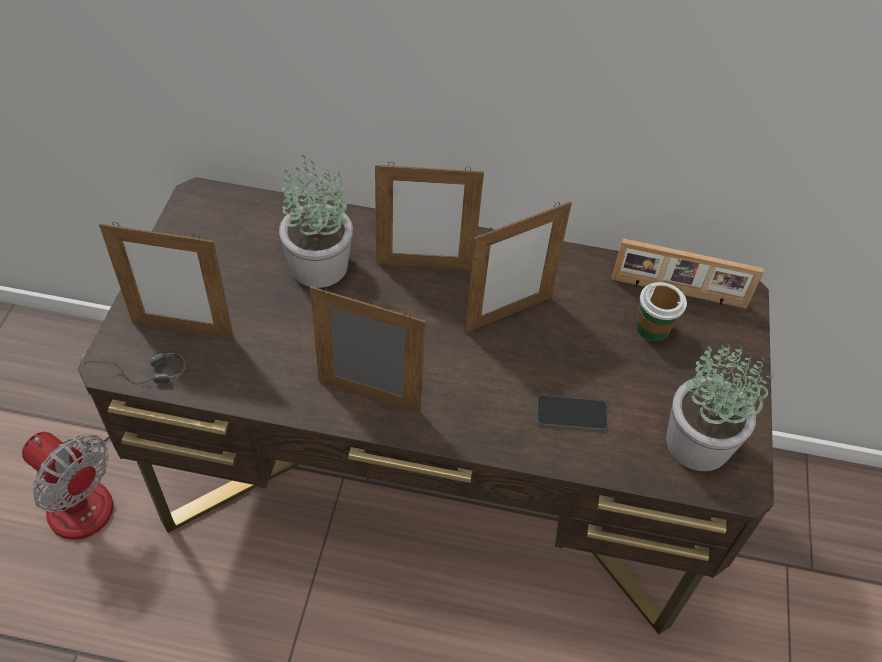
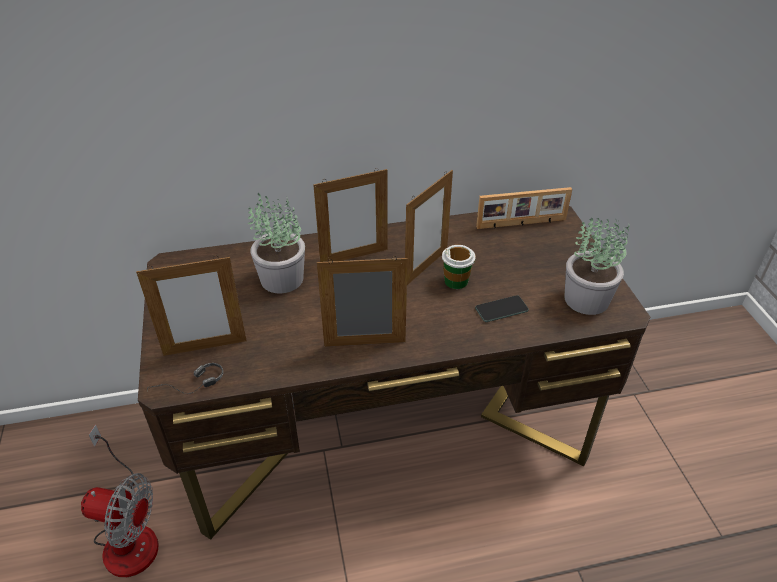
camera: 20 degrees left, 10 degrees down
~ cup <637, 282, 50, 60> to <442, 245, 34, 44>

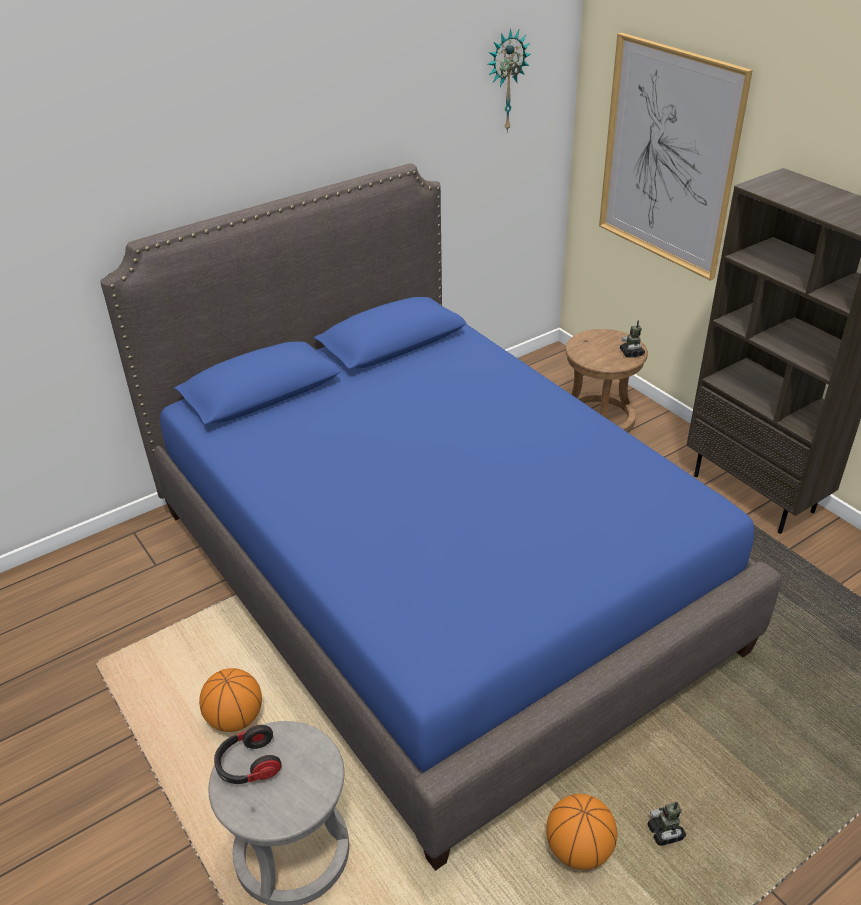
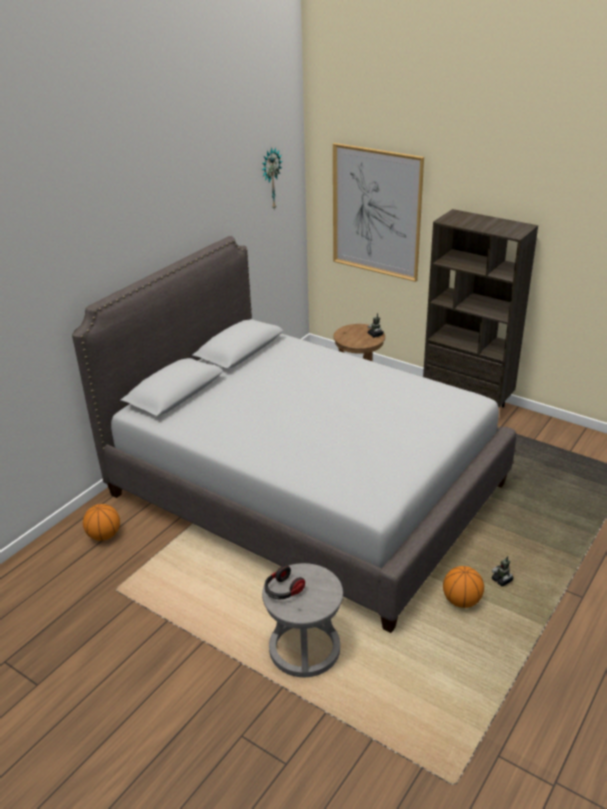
camera: 20 degrees left, 5 degrees down
~ basketball <199, 668, 63, 64> to <83, 504, 37, 37>
~ blue bed <100, 163, 681, 708> to grey bed <72, 236, 444, 397>

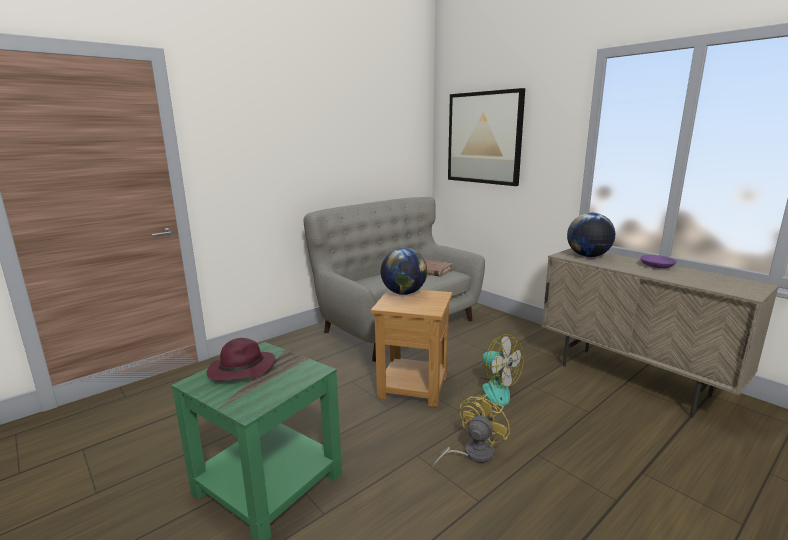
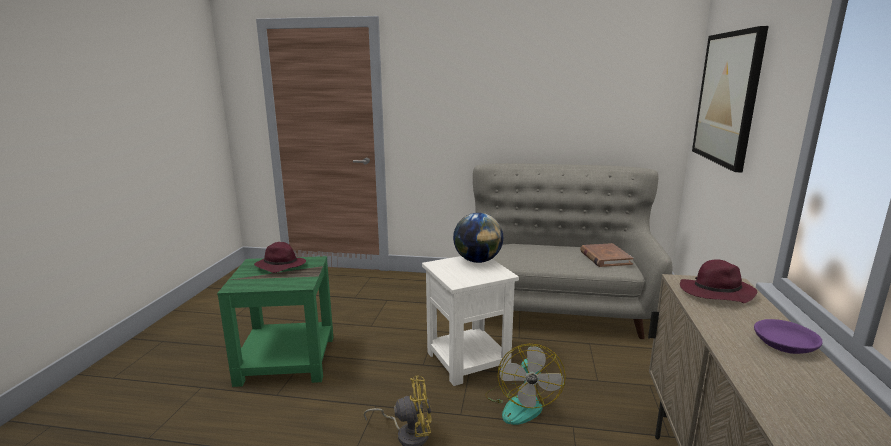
camera: 50 degrees right, 0 degrees up
~ globe <567, 213, 48, 44> to purple hat <680, 260, 77, 43>
~ brown side table <371, 289, 81, 118> to white side table <422, 256, 97, 130>

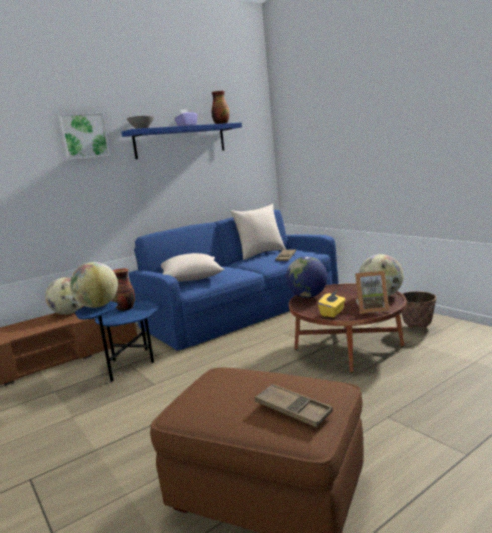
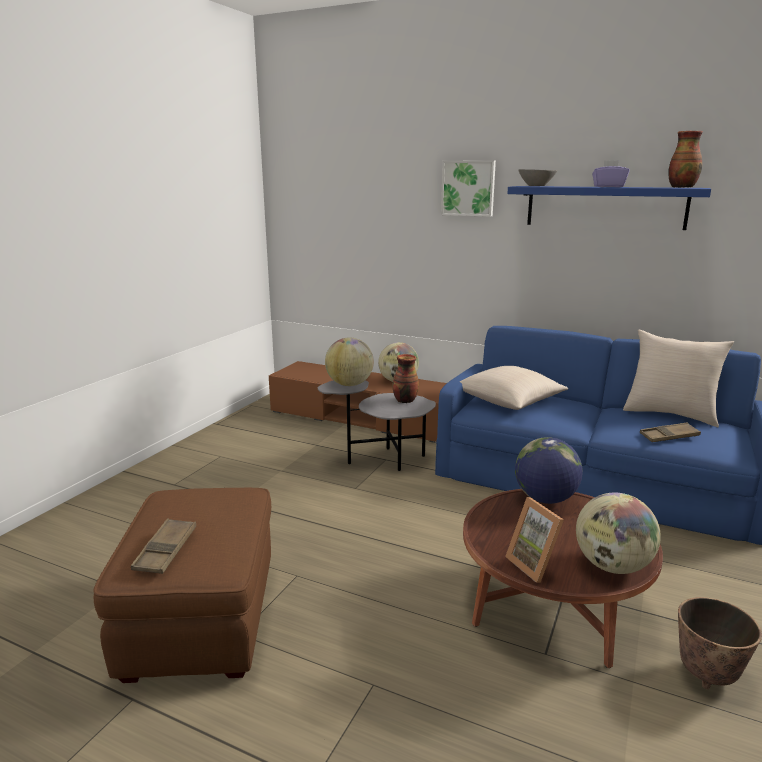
camera: 60 degrees right, 5 degrees up
- yellow tissue box <318, 290, 27, 27>
~ blue side table <75, 301, 83, 81> to grey side table <318, 380, 118, 91>

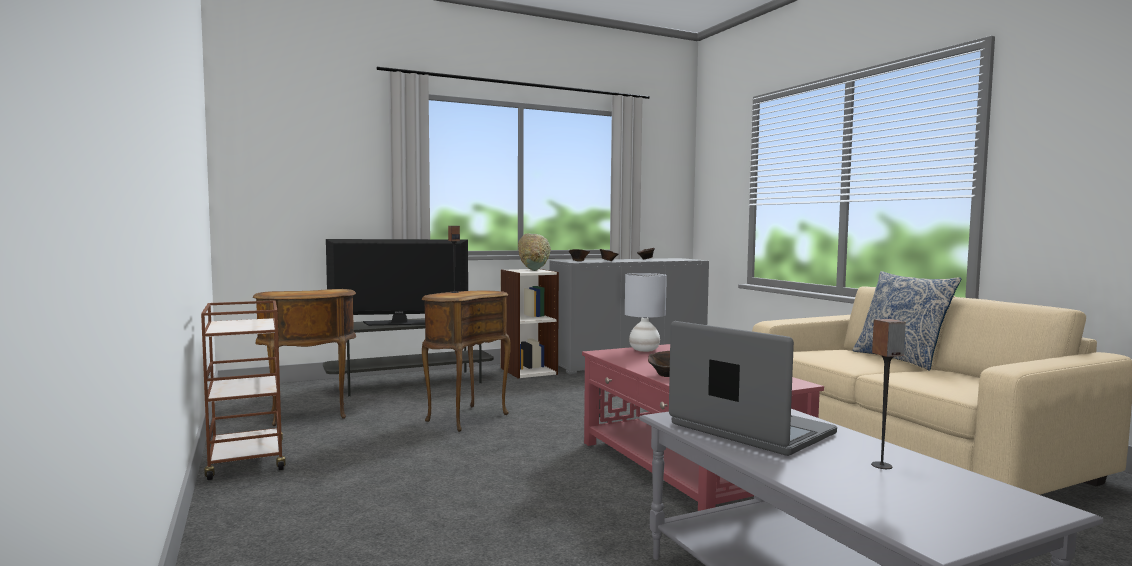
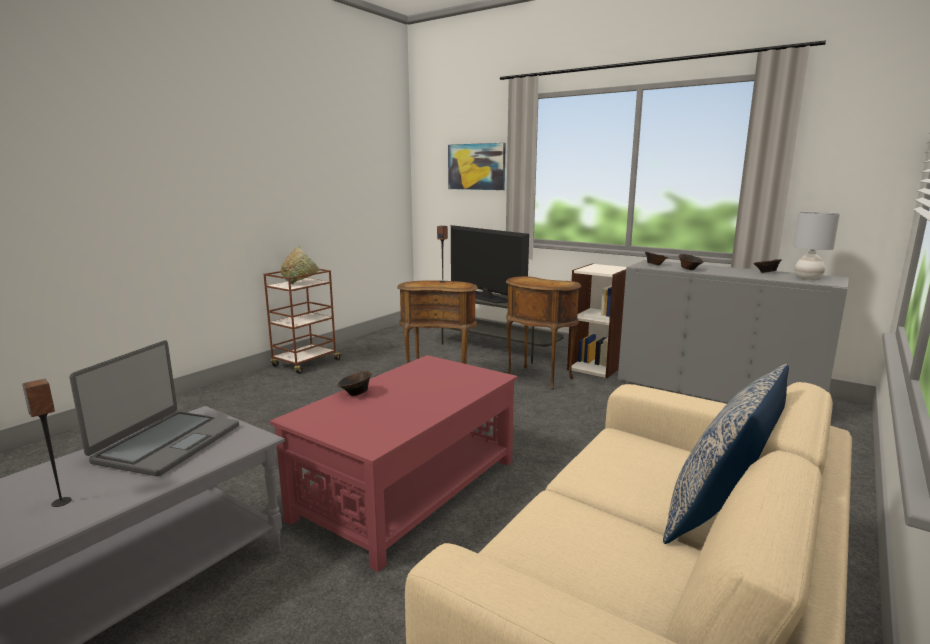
camera: 60 degrees right, 10 degrees up
+ picture <448, 143, 58, 47>
~ brown side table <253, 289, 103, 137> to <506, 276, 76, 114>
~ green bowl <518, 233, 33, 38> to <280, 246, 40, 38>
~ grey table lamp <625, 273, 42, 79> to <793, 212, 47, 67>

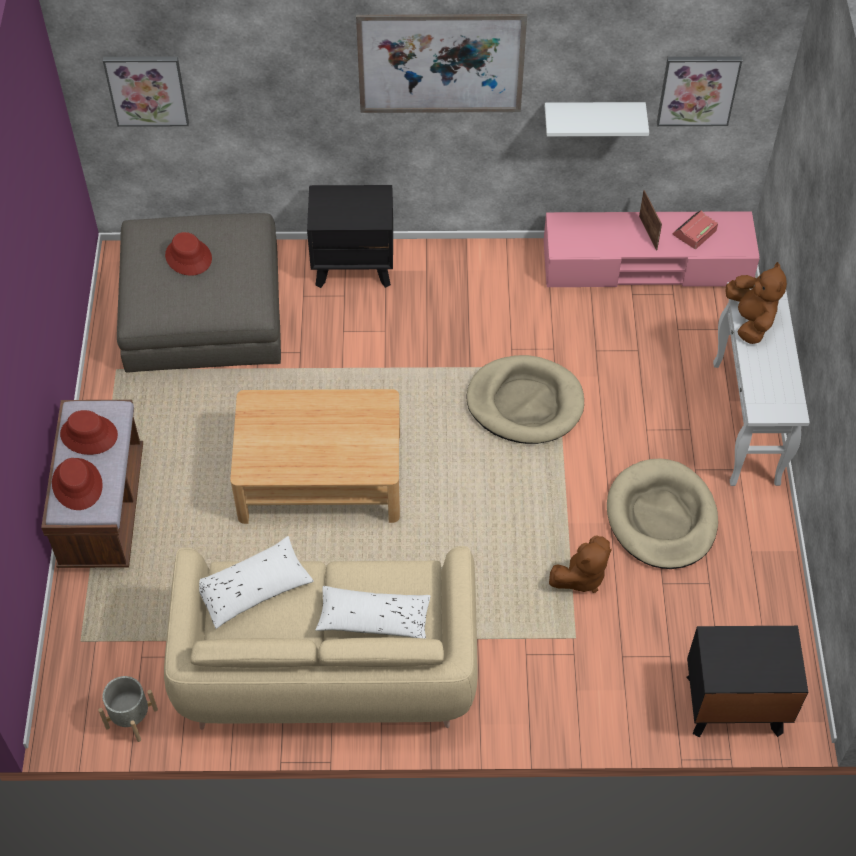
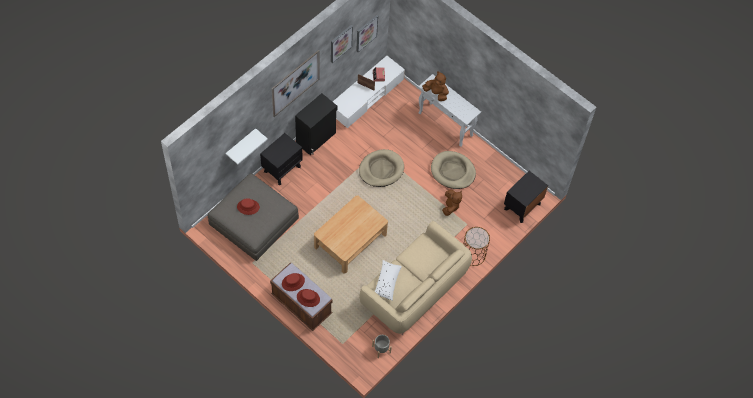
camera: 50 degrees left, 5 degrees up
- white pillow <315, 586, 116, 53>
+ black cabinet <295, 93, 42, 62>
+ brown side table <463, 227, 27, 39>
~ picture <103, 56, 86, 71> to <331, 25, 22, 38>
~ white shelf <545, 102, 104, 34> to <226, 128, 42, 36>
~ pink tv stand <544, 211, 216, 76> to white tv stand <333, 56, 72, 72>

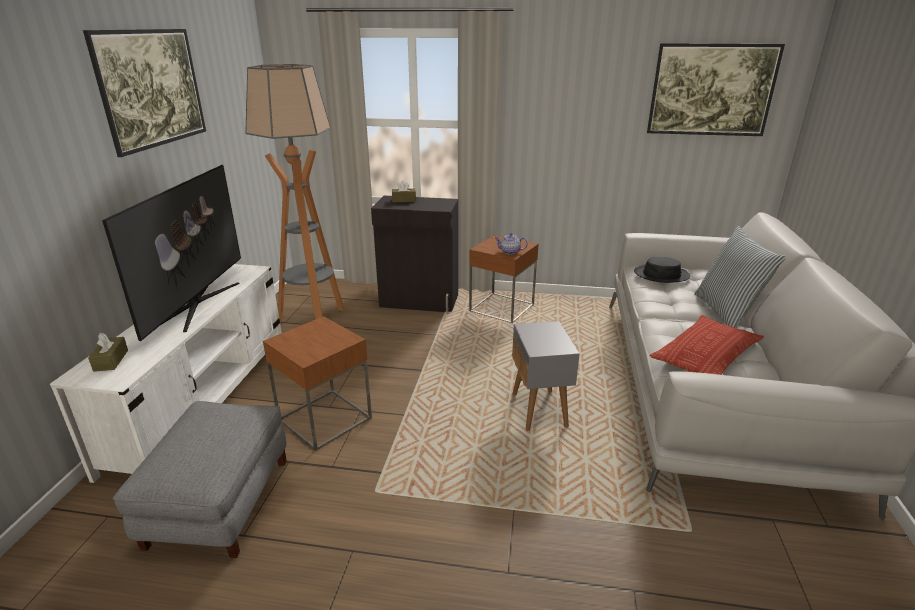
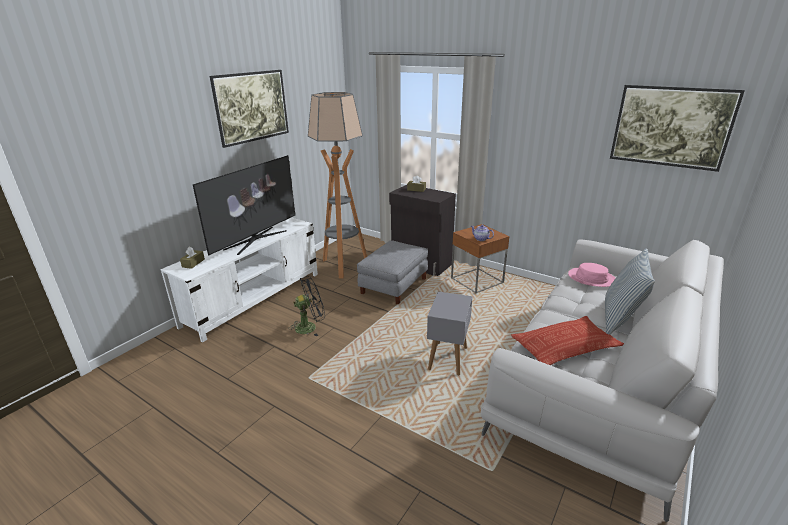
camera: 25 degrees right, 0 degrees up
~ grey ottoman <113, 401, 174, 157> to <357, 240, 71, 64>
~ brown side table <263, 316, 109, 135> to black fan <288, 276, 37, 61>
~ black hat <634, 257, 57, 26> to pink hat <568, 263, 47, 24>

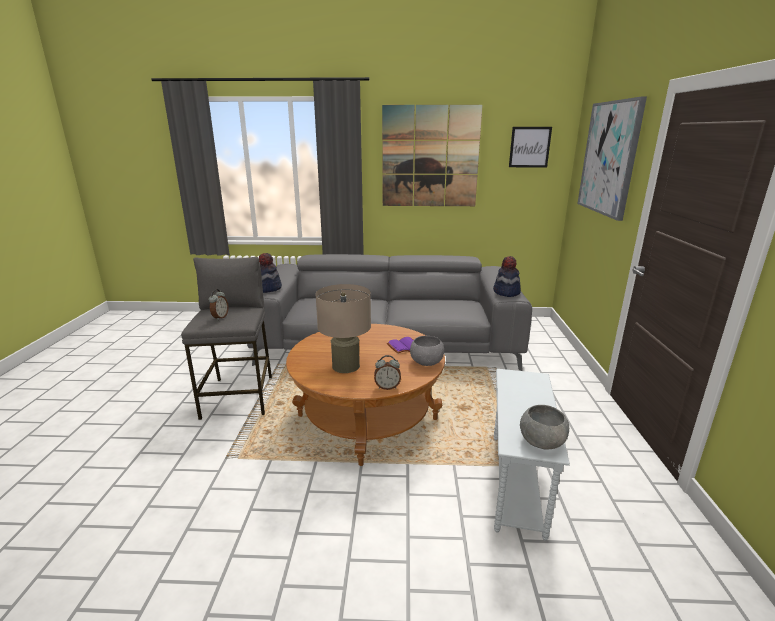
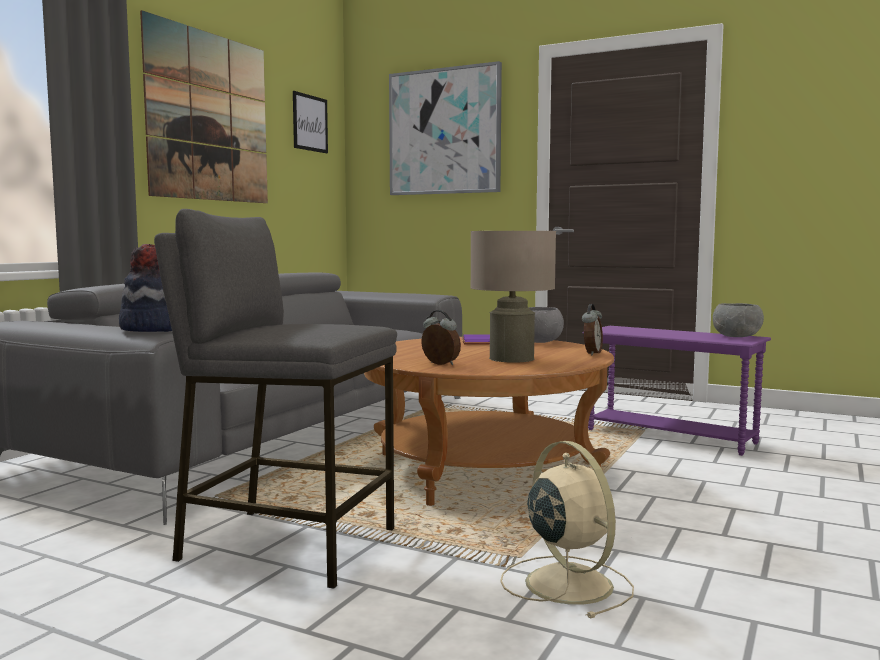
camera: 65 degrees left, 15 degrees down
- hat <493, 256, 28, 41>
+ beige fan <500, 441, 134, 177>
~ alarm clock <209, 289, 20, 31> to <421, 310, 40, 55>
~ white side table <493, 369, 77, 172> to purple side table <583, 326, 188, 130>

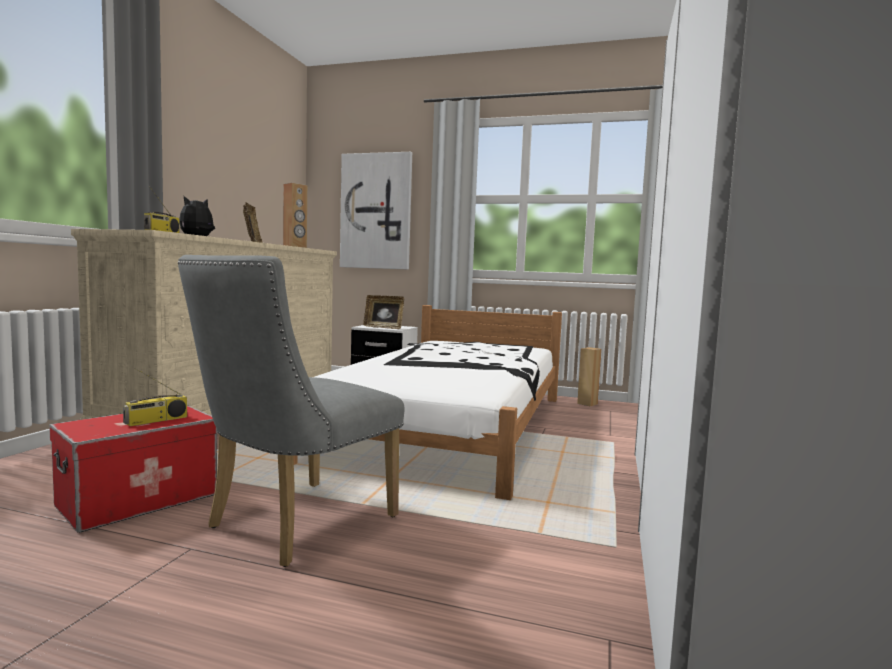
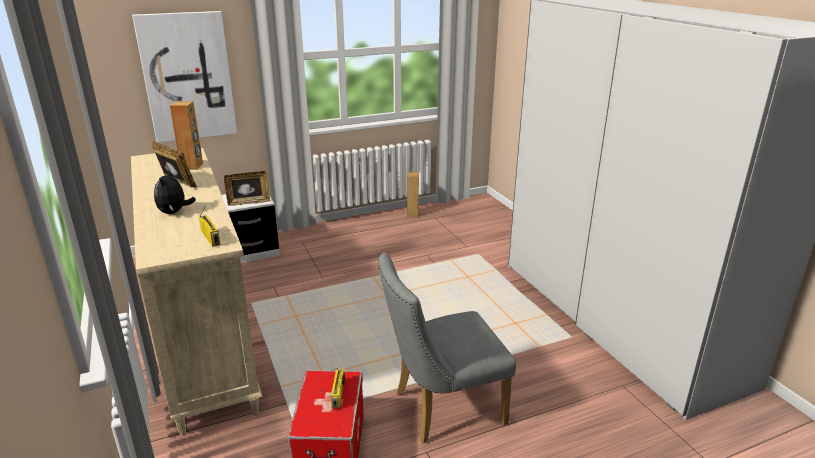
camera: 40 degrees left, 20 degrees up
- white bed <293, 305, 269, 195>
~ grey chair <178, 255, 226, 312> = <378, 253, 138, 191> 75 degrees clockwise

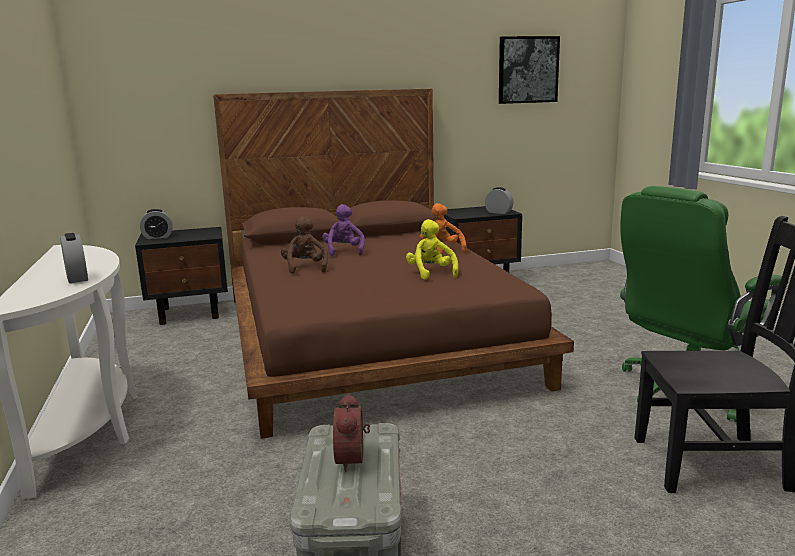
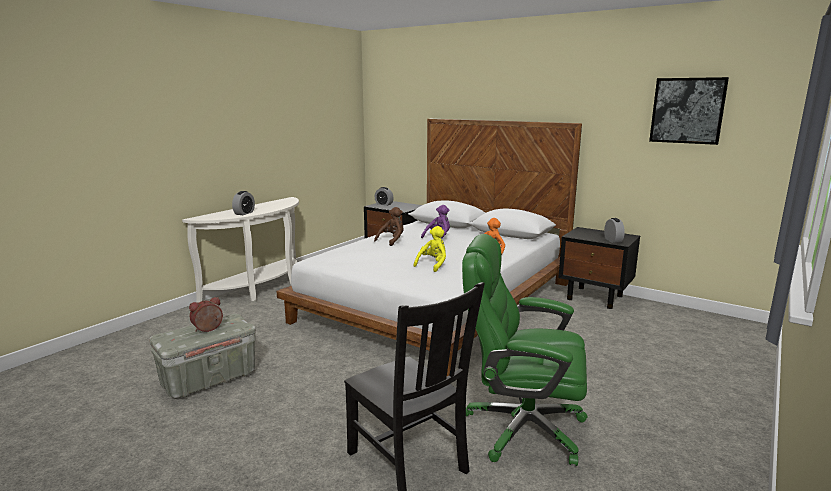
camera: 50 degrees right, 0 degrees up
~ brown bed <213, 88, 361, 351> to white bed <276, 119, 306, 257>

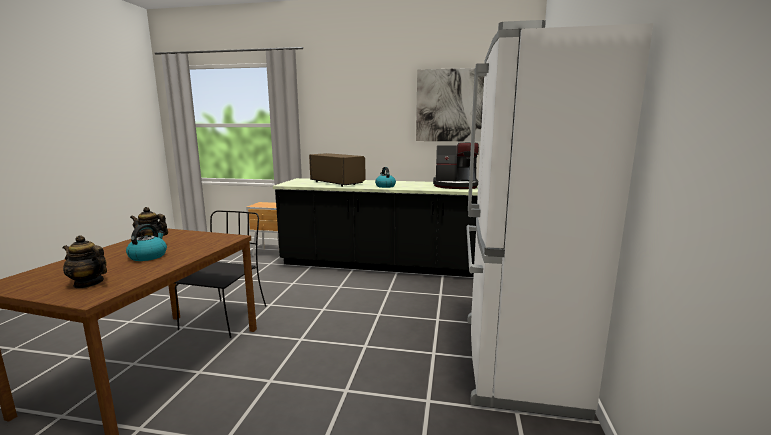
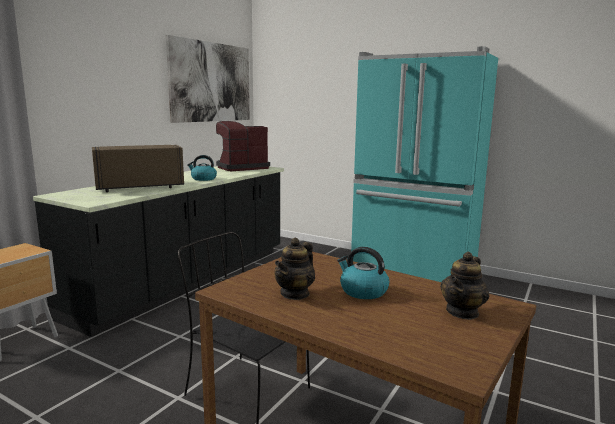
camera: 70 degrees left, 0 degrees up
~ white fridge <466, 20, 188, 400> to turquoise fridge <351, 46, 147, 236>
~ coffee machine <433, 142, 46, 47> = <216, 121, 54, 50> 150 degrees counterclockwise

